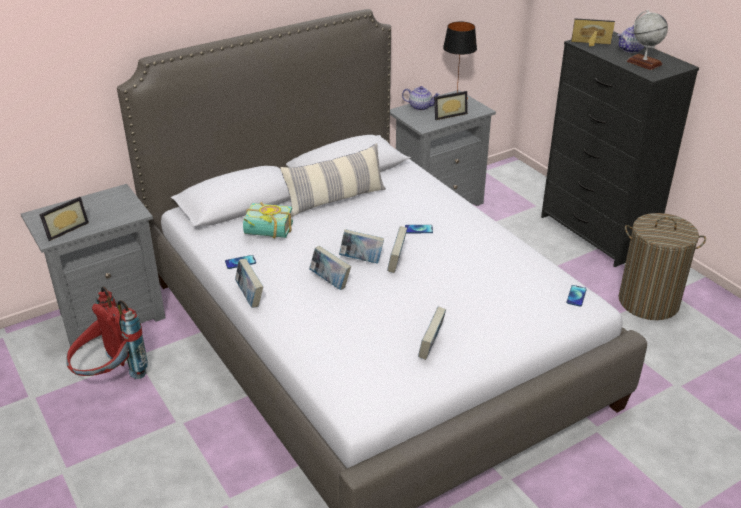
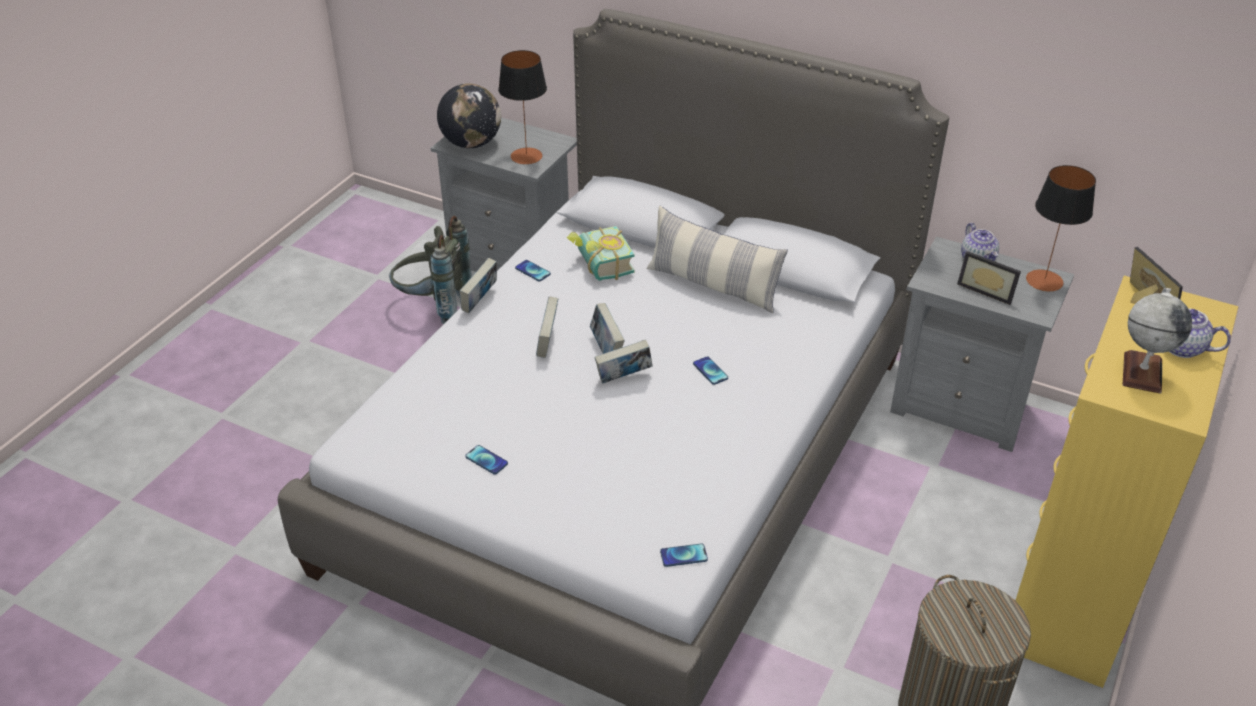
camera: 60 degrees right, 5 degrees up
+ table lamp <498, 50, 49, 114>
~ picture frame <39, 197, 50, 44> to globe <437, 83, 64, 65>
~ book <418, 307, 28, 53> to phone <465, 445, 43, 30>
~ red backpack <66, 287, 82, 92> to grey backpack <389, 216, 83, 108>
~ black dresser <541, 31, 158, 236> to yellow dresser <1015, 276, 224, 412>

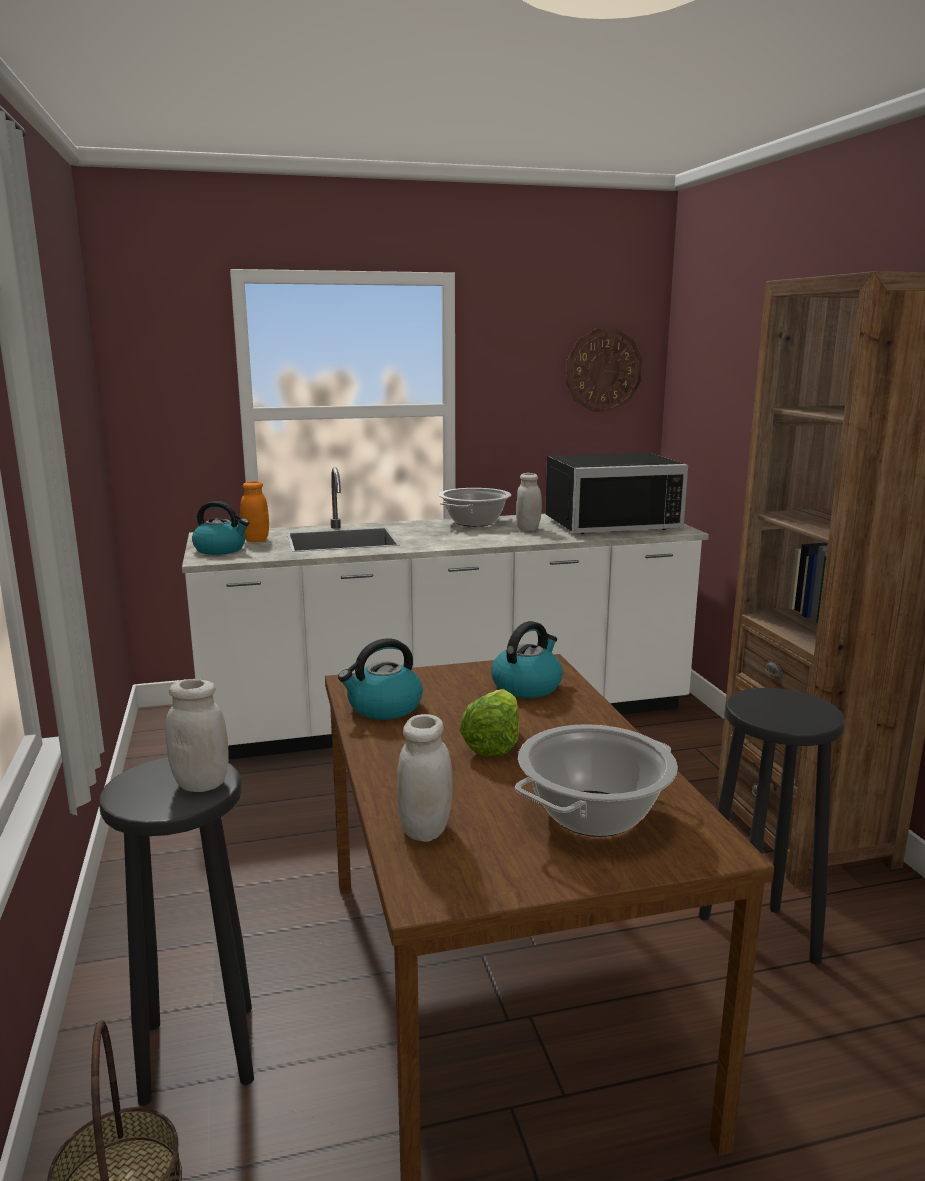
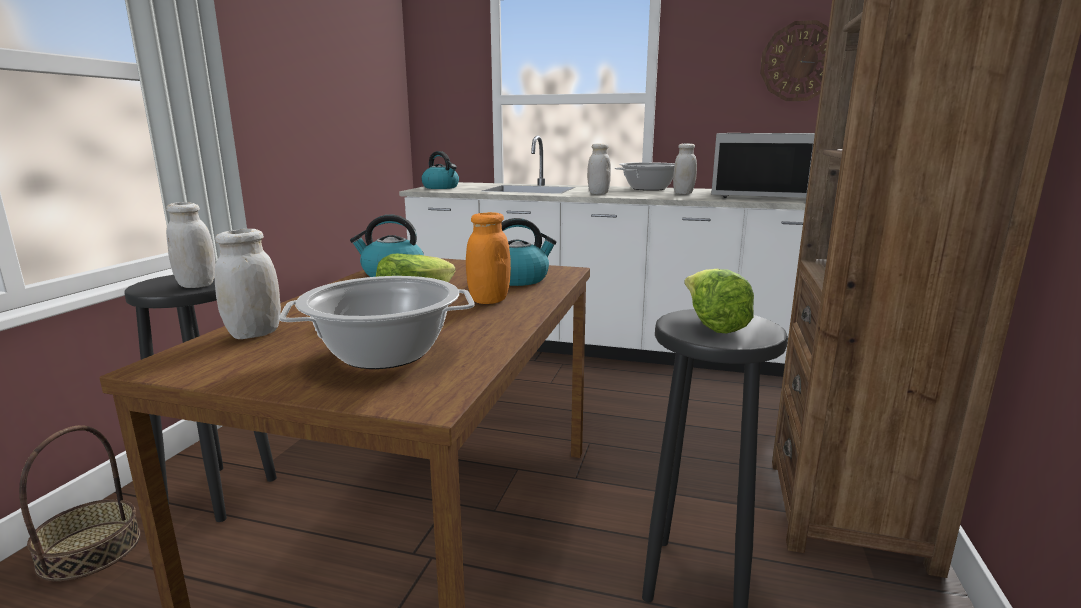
camera: 30 degrees right, 0 degrees up
+ white jar <587, 144, 24, 50>
+ lettuce <684, 269, 70, 64>
~ orange jar <240, 481, 29, 61> to <466, 212, 45, 92>

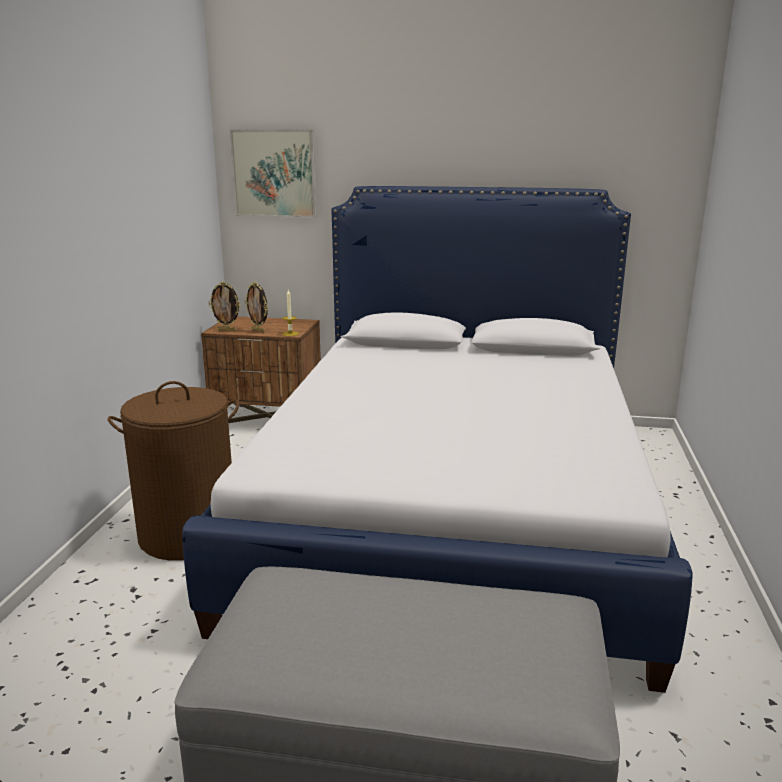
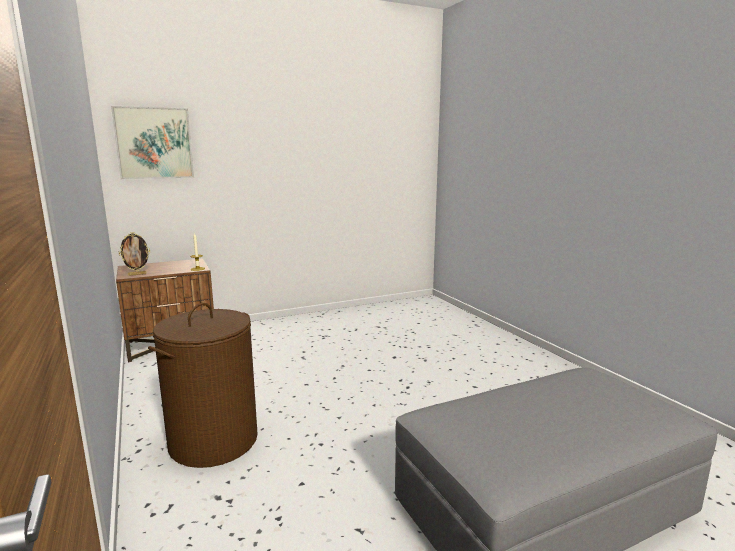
camera: 35 degrees left, 5 degrees down
- bed <182, 186, 511, 507>
- picture frame <245, 282, 23, 51>

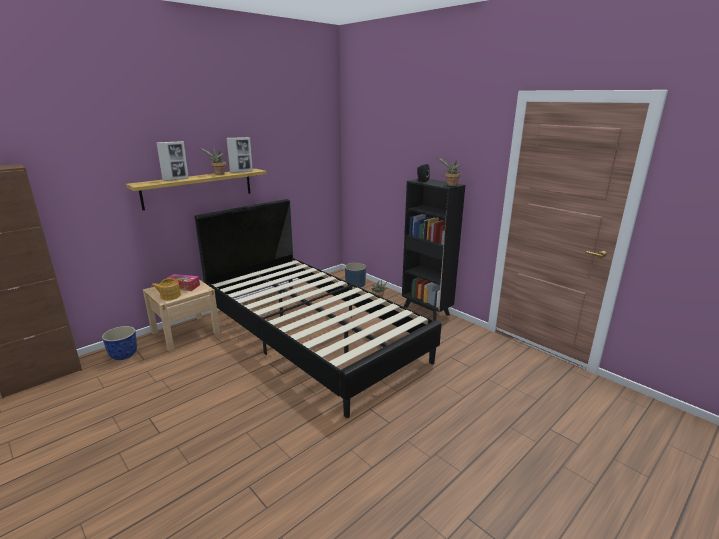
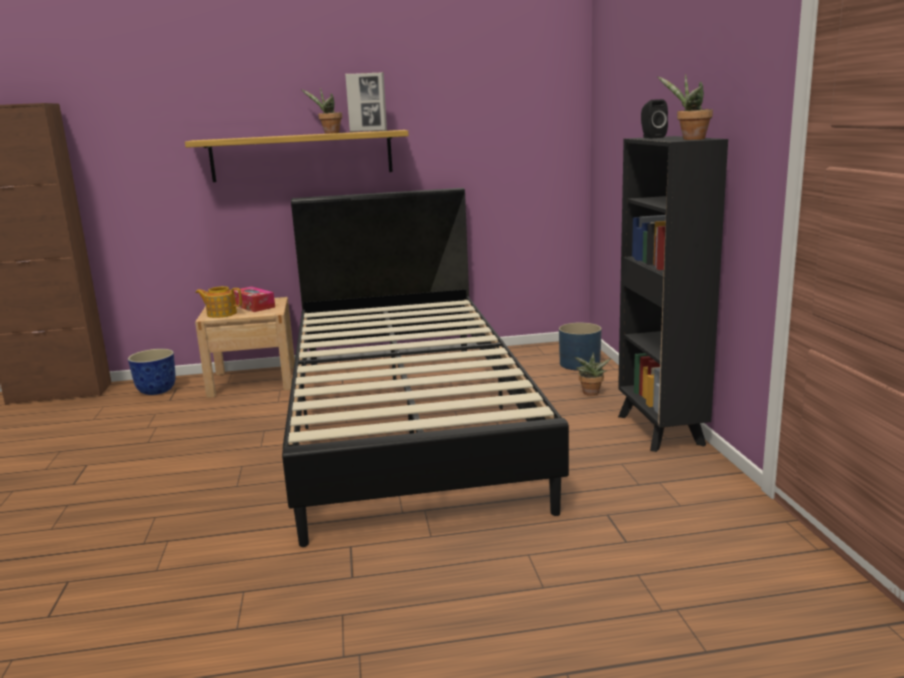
camera: 35 degrees right, 5 degrees down
- picture frame <156, 141, 33, 40>

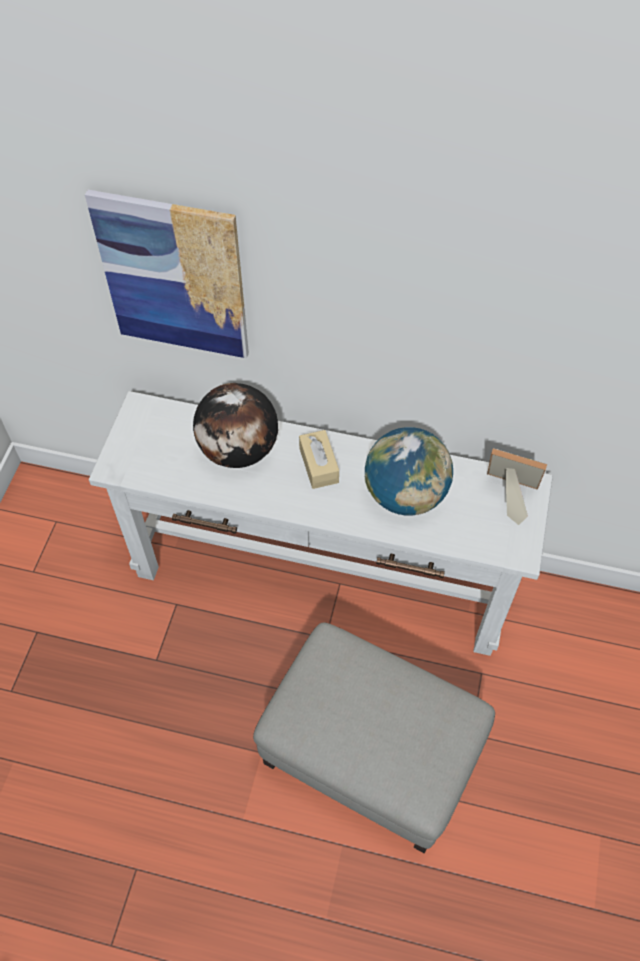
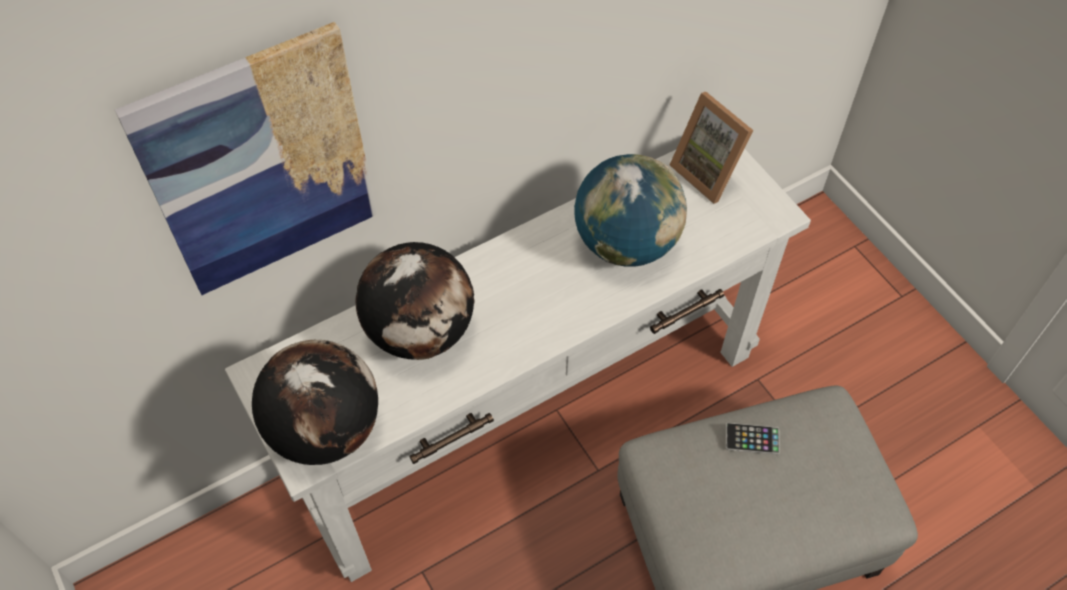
camera: 45 degrees left, 0 degrees up
- beige tissue box <299, 430, 40, 59>
+ globe <252, 340, 126, 125>
+ phone <726, 423, 54, 32>
~ picture frame <487, 448, 60, 77> = <670, 92, 83, 112> 105 degrees counterclockwise

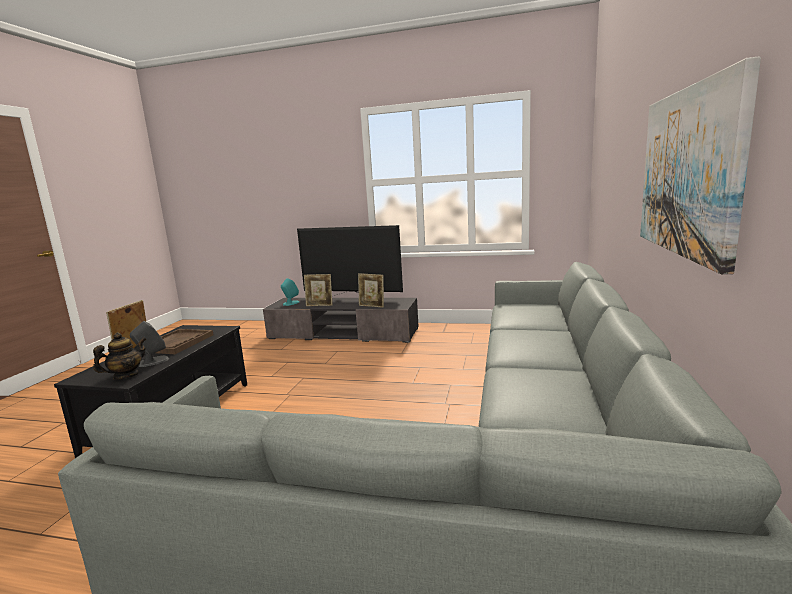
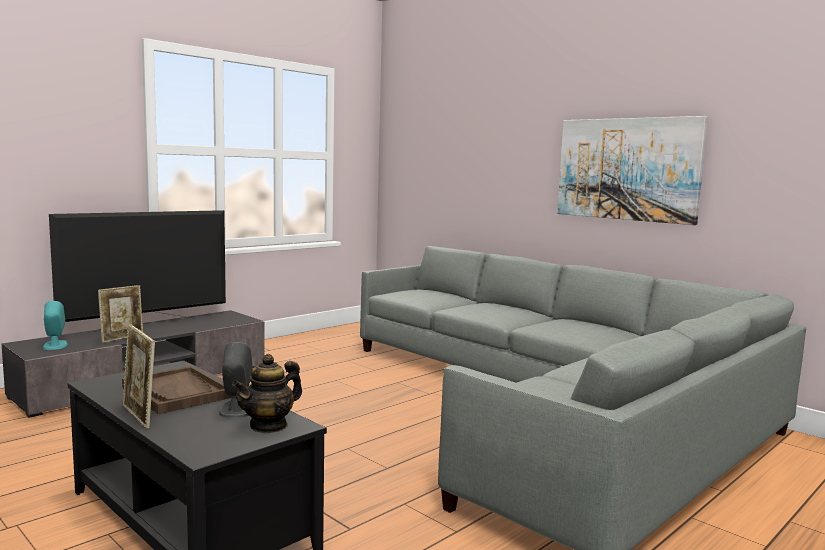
camera: 60 degrees left, 5 degrees down
- picture frame <358, 273, 26, 35>
~ teapot <93, 332, 54, 48> = <232, 354, 70, 80> 120 degrees counterclockwise

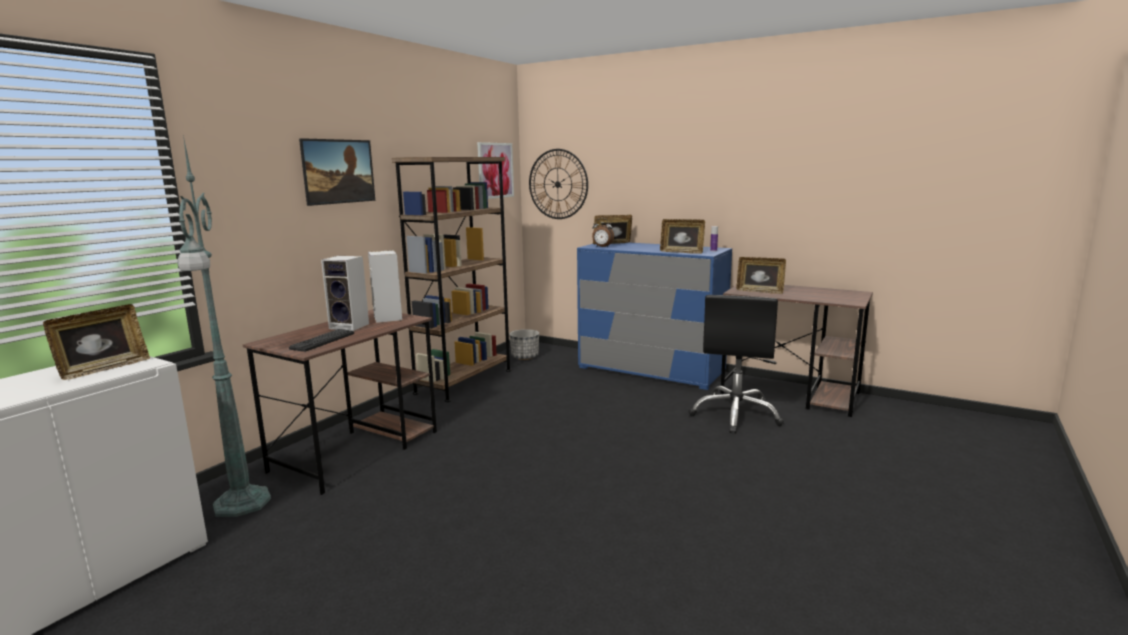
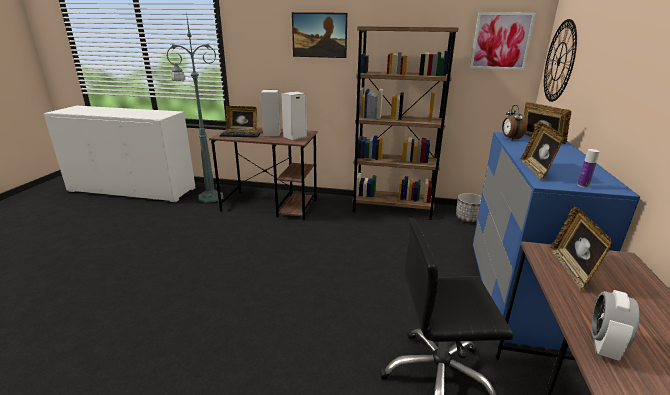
camera: 70 degrees right, 10 degrees up
+ alarm clock <591, 290, 48, 71>
~ picture frame <43, 304, 107, 76> to <226, 106, 31, 26>

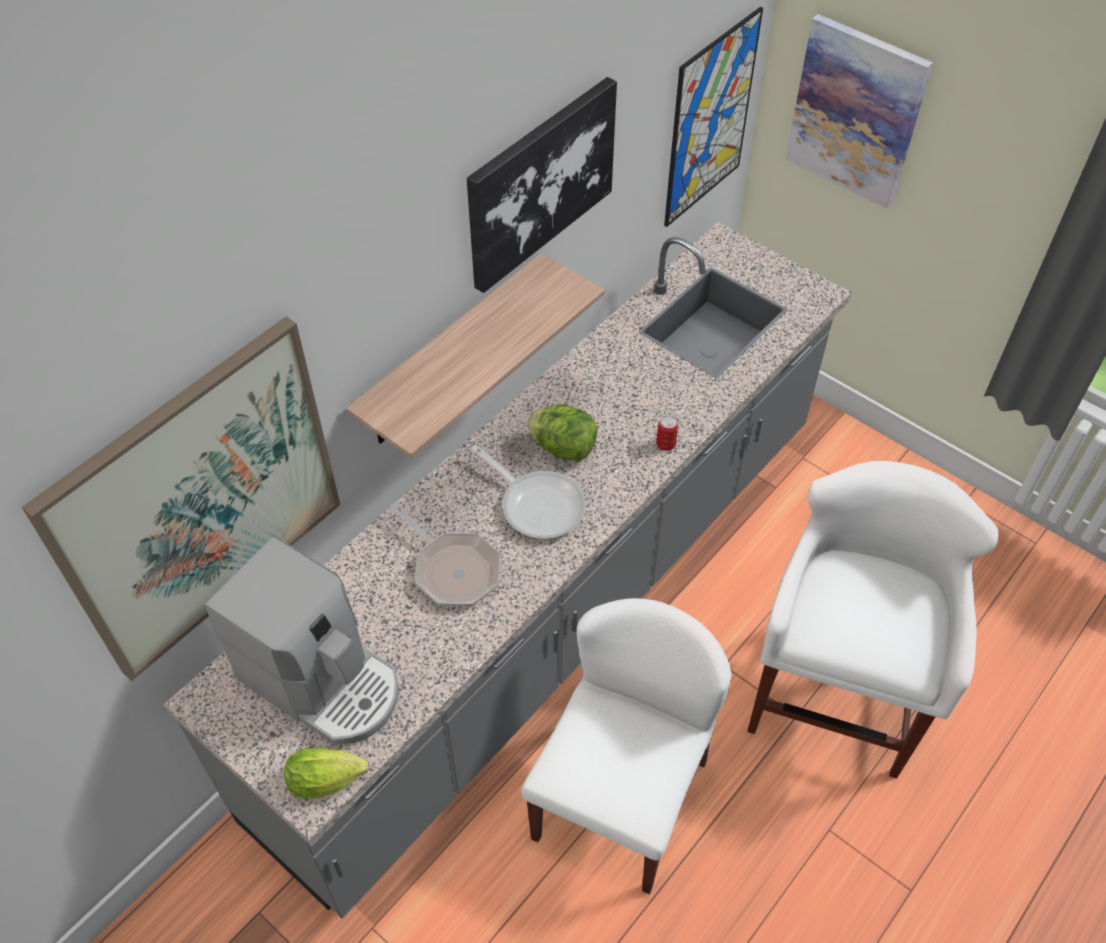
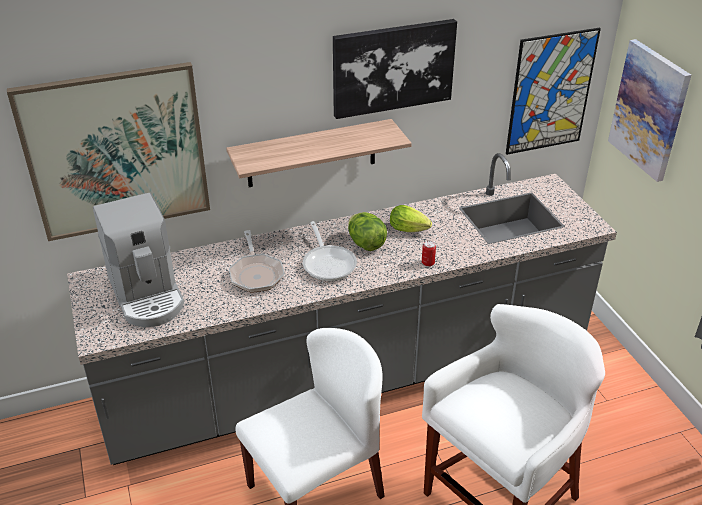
camera: 30 degrees right, 15 degrees down
~ lettuce <284, 748, 84, 51> to <390, 205, 42, 27>

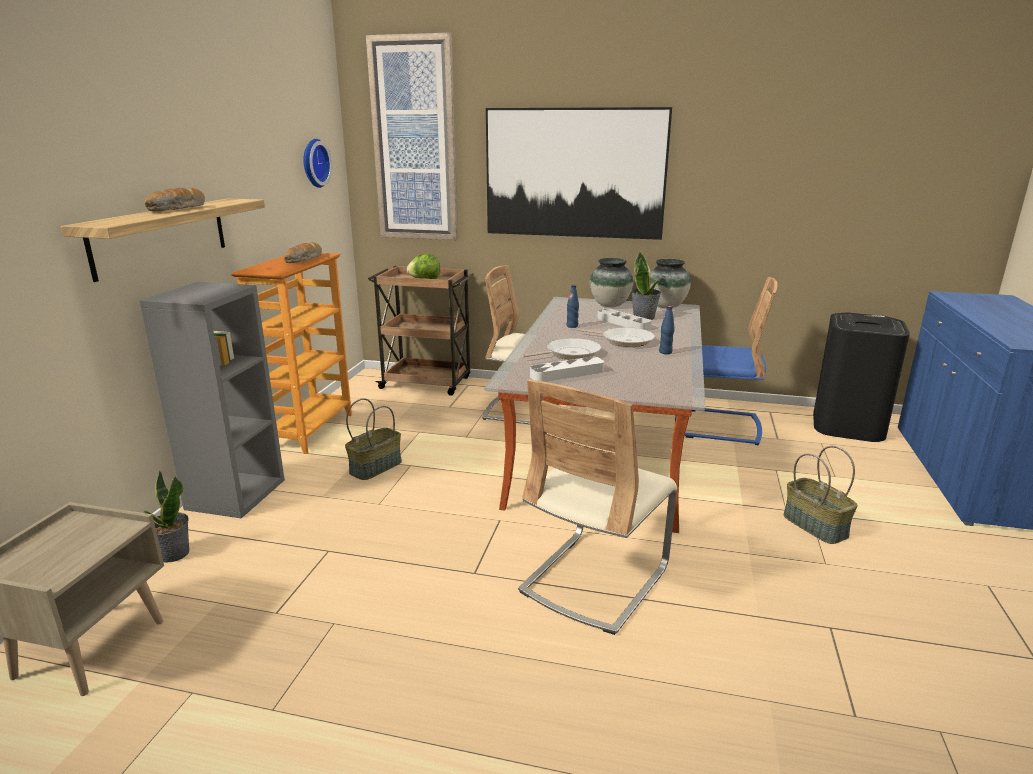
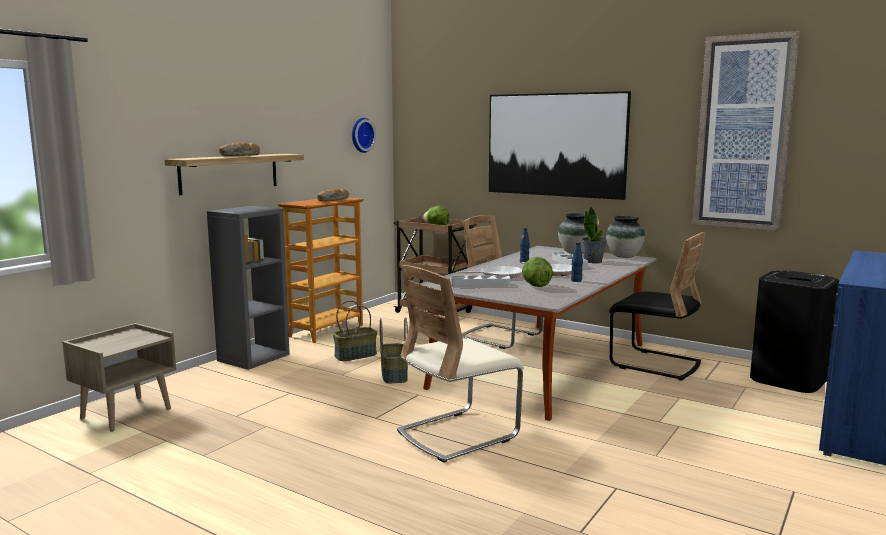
camera: 20 degrees right, 10 degrees down
- potted plant <143, 470, 47, 93>
+ lettuce <522, 257, 31, 30>
~ picture <366, 33, 92, 207> to <693, 31, 107, 200>
~ basket <784, 446, 74, 98> to <380, 317, 28, 66>
~ blue chair <675, 277, 103, 168> to black chair <609, 232, 97, 149>

